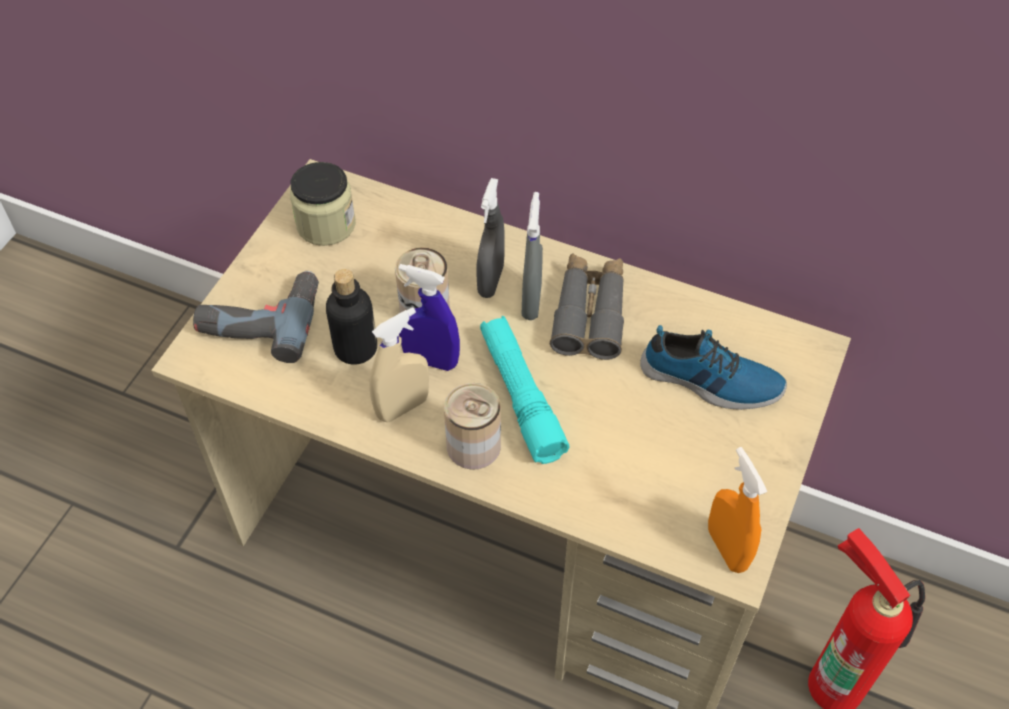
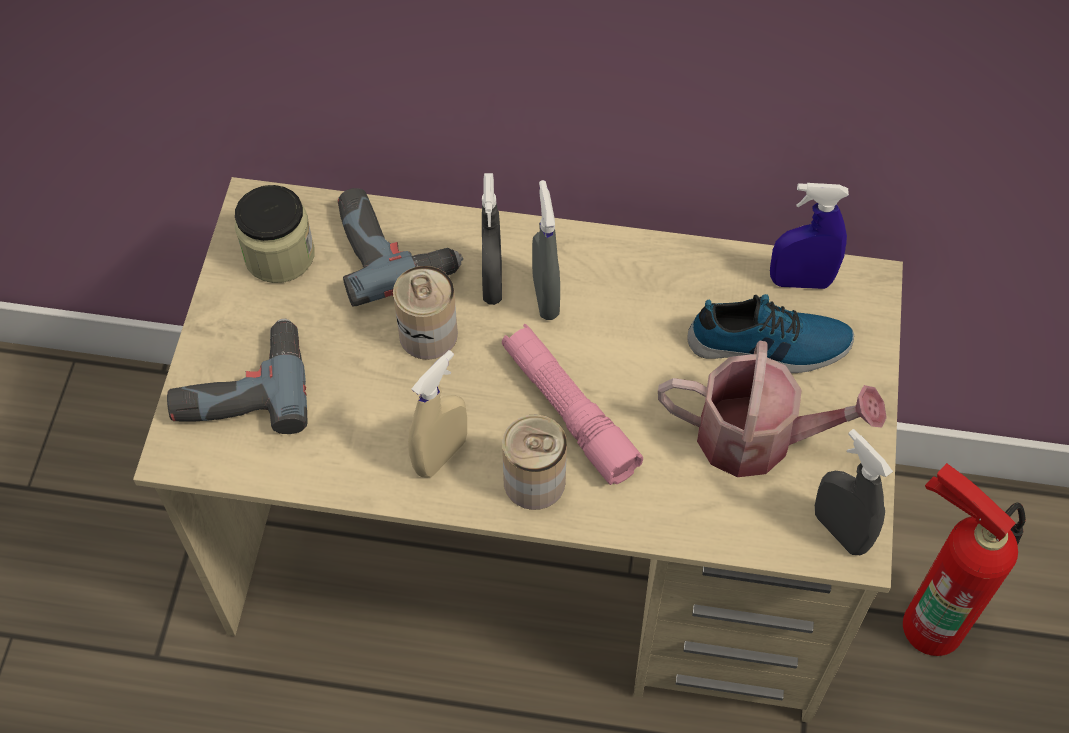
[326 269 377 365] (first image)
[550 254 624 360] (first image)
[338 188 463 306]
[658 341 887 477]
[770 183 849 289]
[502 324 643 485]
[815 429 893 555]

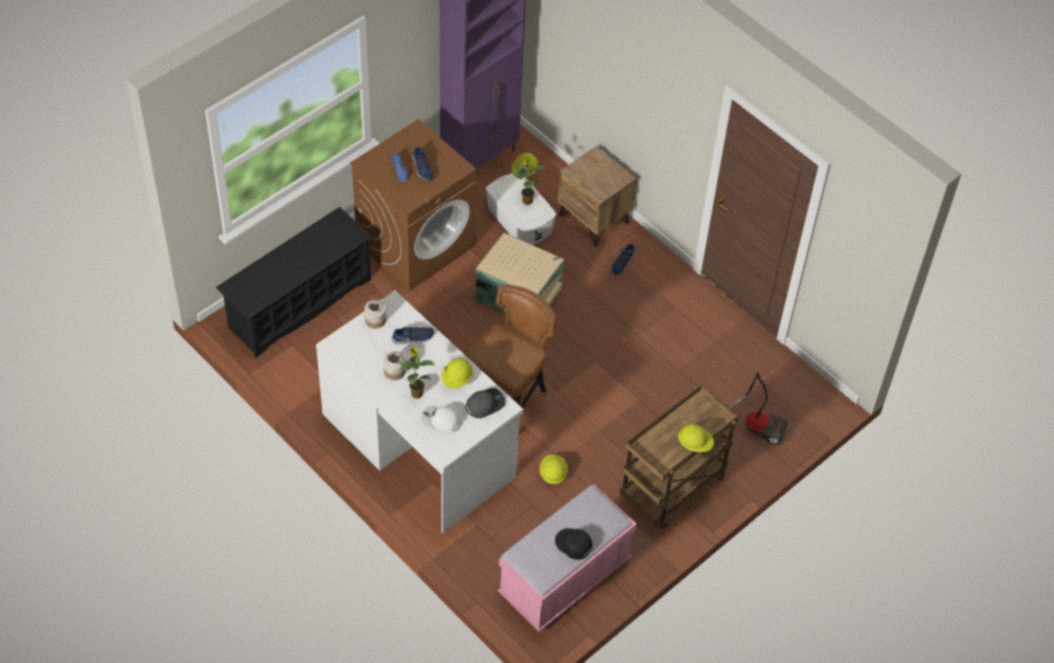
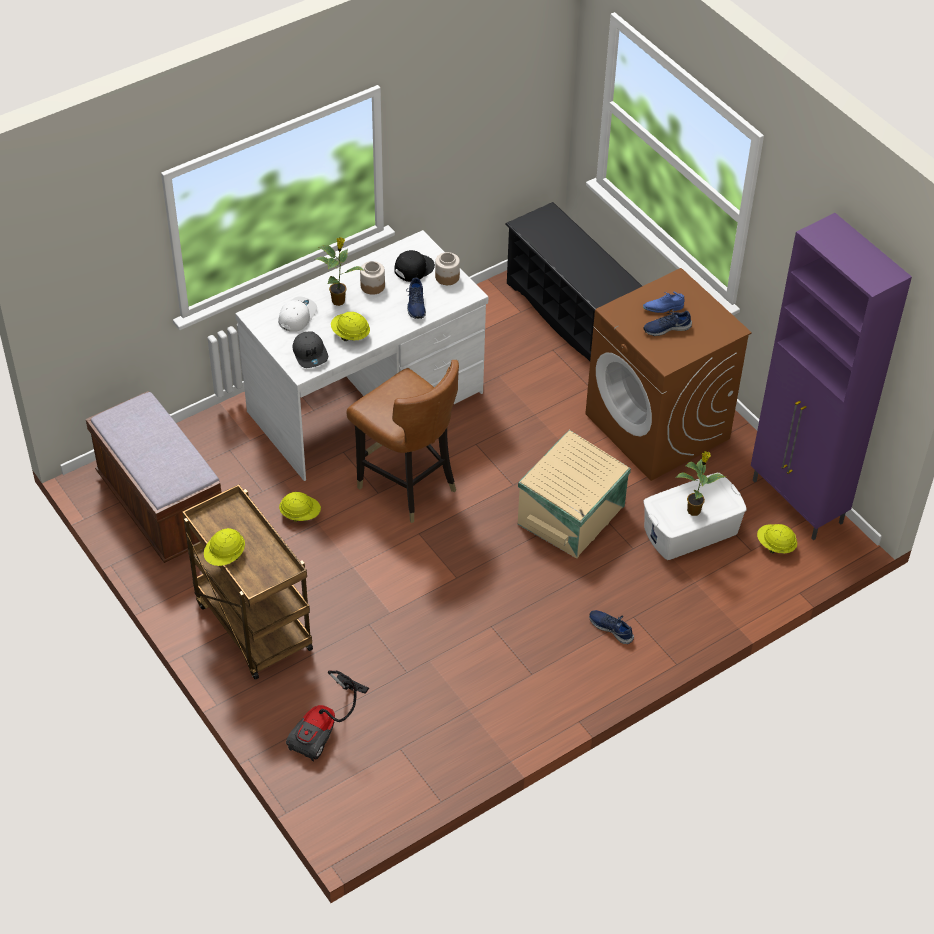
[558 146 637 246] (first image)
[394 250 435 282]
[86 391 222 563]

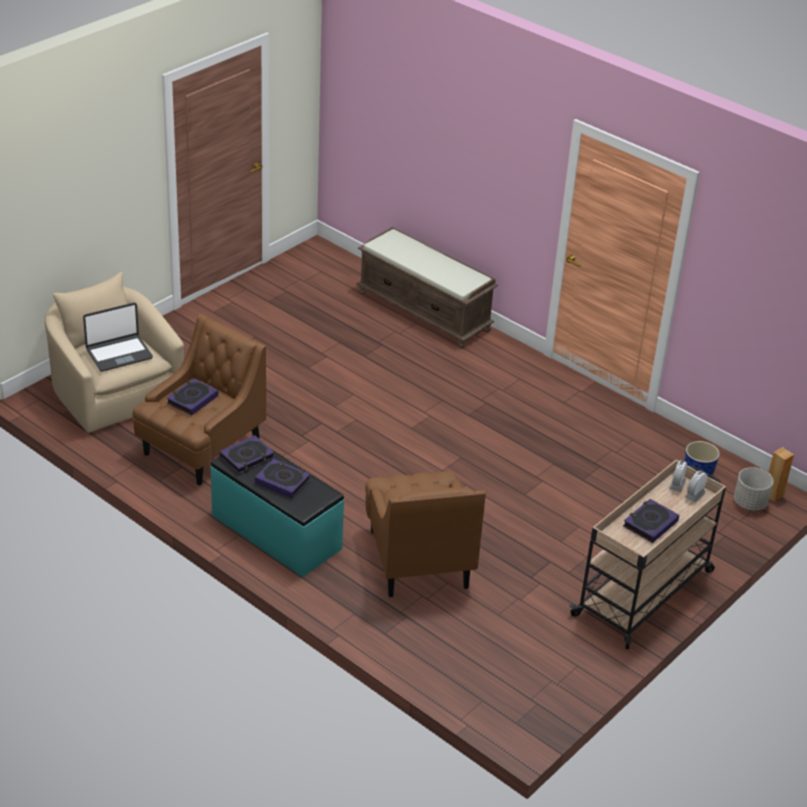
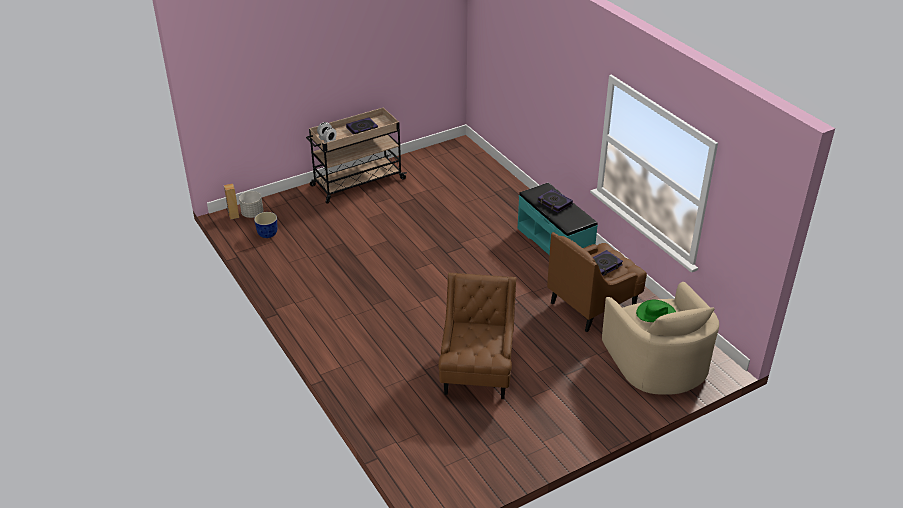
[219 435 275 474] (first image)
[357 227 498 348] (first image)
[438 273 516 399]
[636 300 676 322]

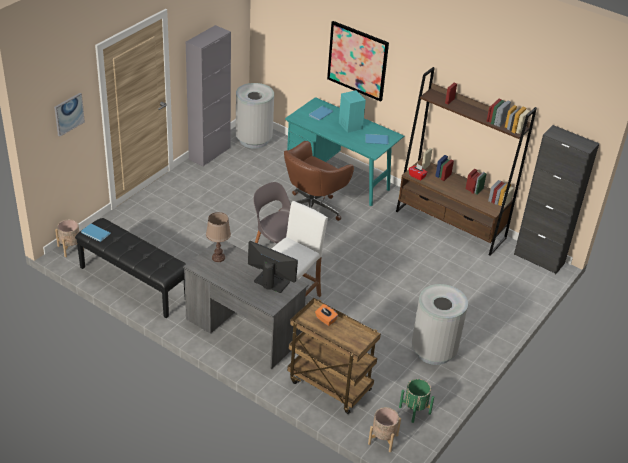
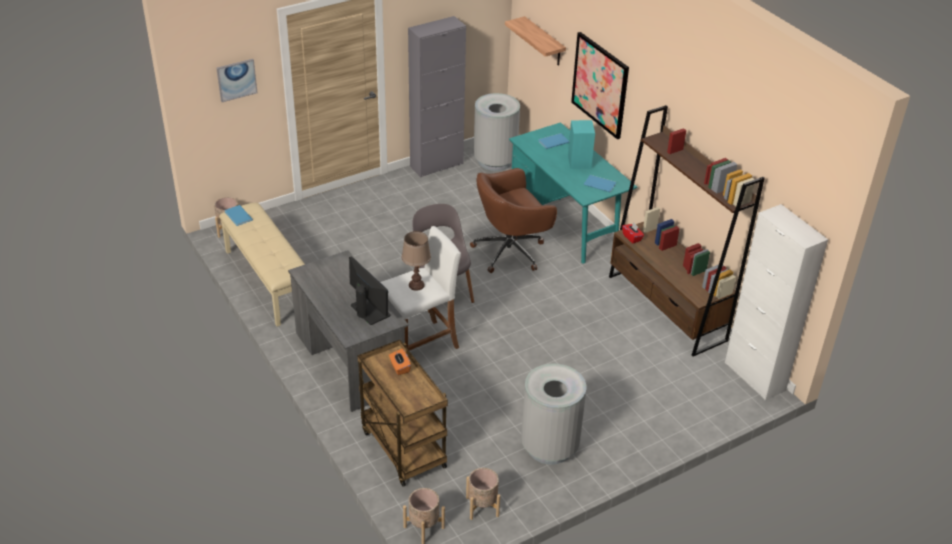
[505 16 566 65]
[402 231 431 291]
[219 203 305 327]
[466 468 500 520]
[725 204 828 401]

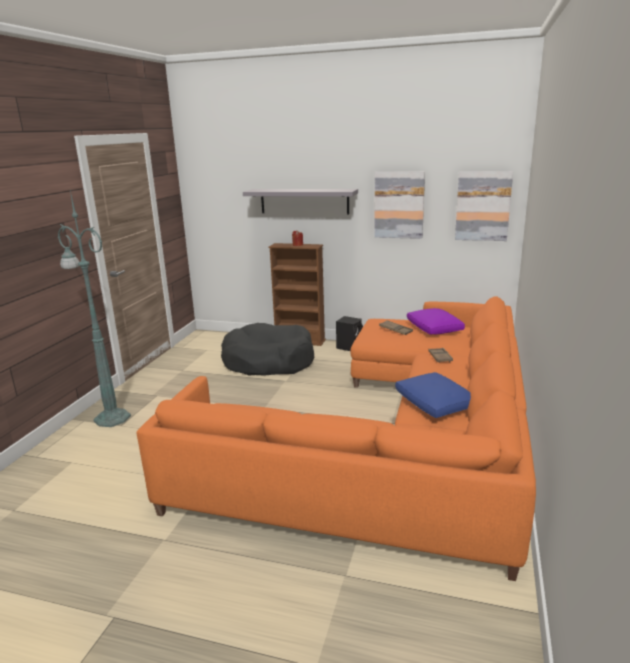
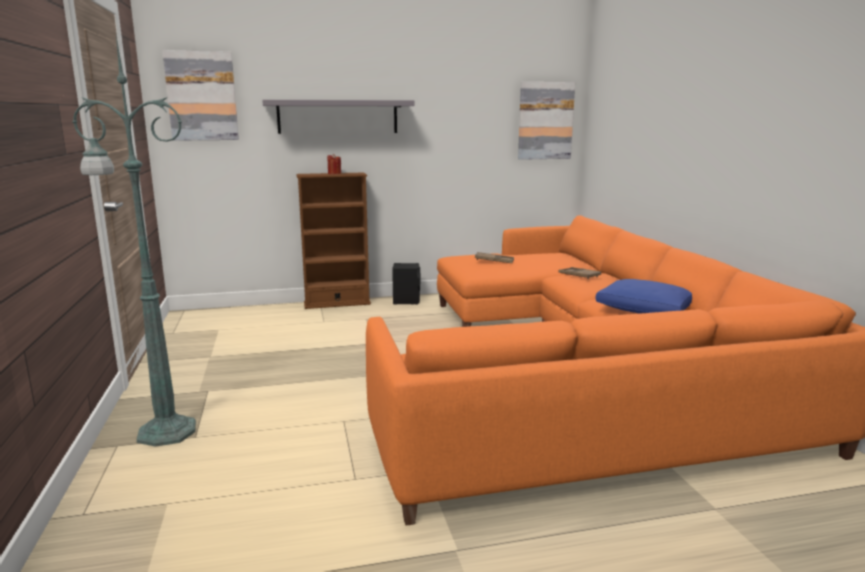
[221 323 314 376] (first image)
[407 308 465 334] (first image)
[163 50 239 141]

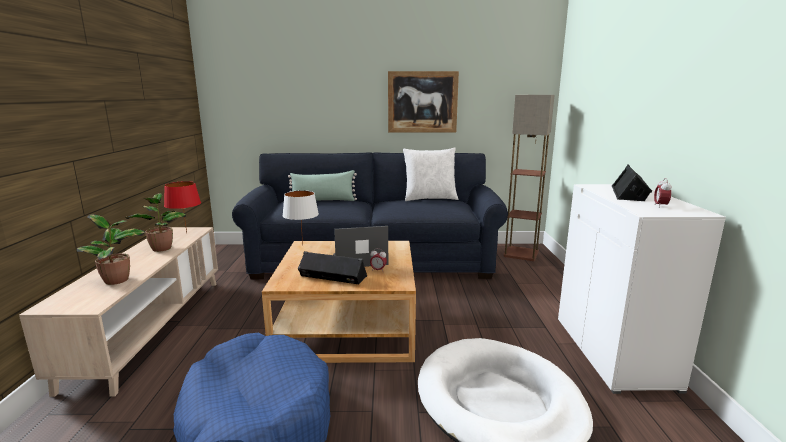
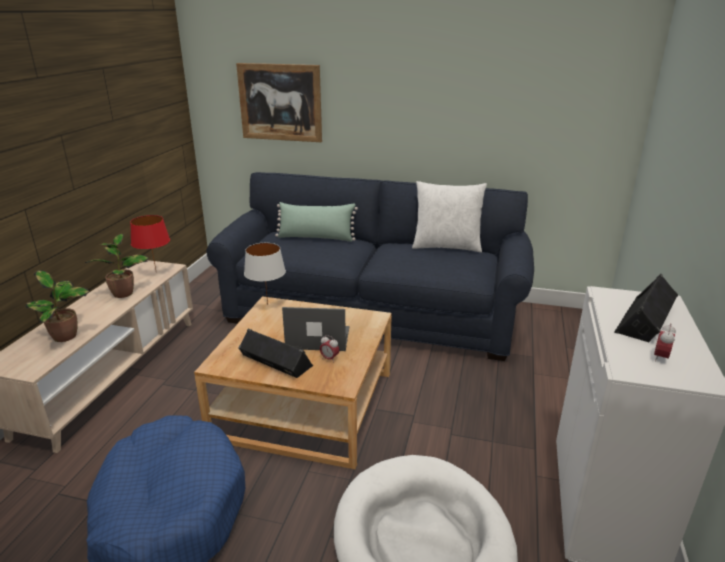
[503 95 554 261] (first image)
[236 63 322 142]

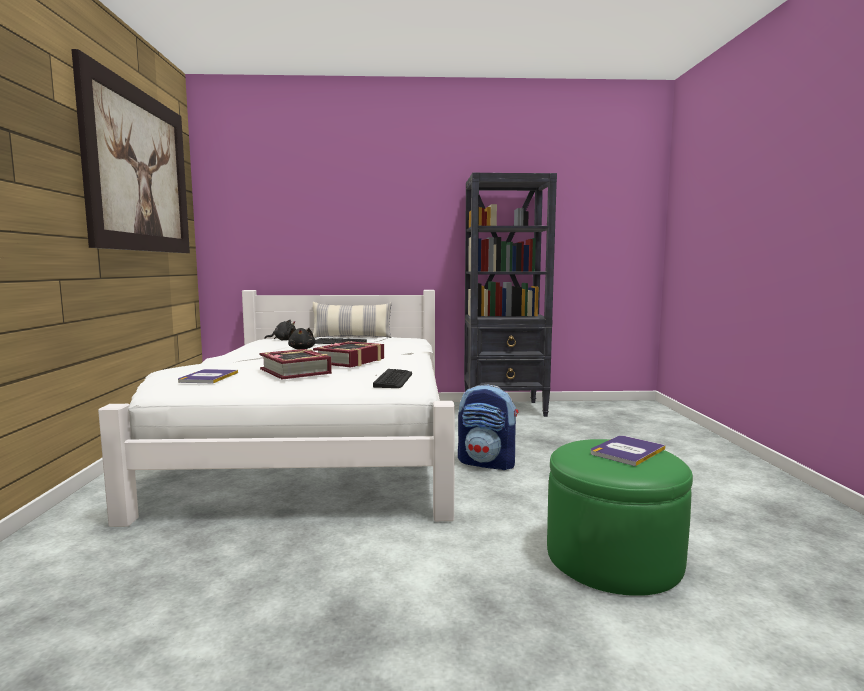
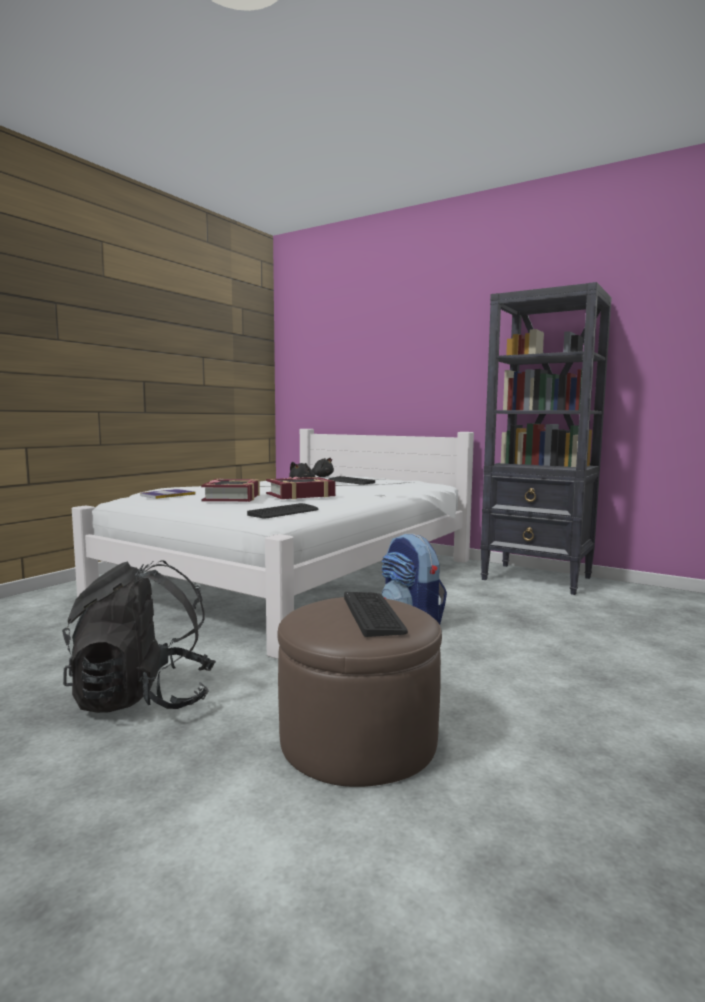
[71 49 190 253] (first image)
[313 302 392 338] (first image)
[62 560 216 713]
[344 592 408 637]
[278 597 442 787]

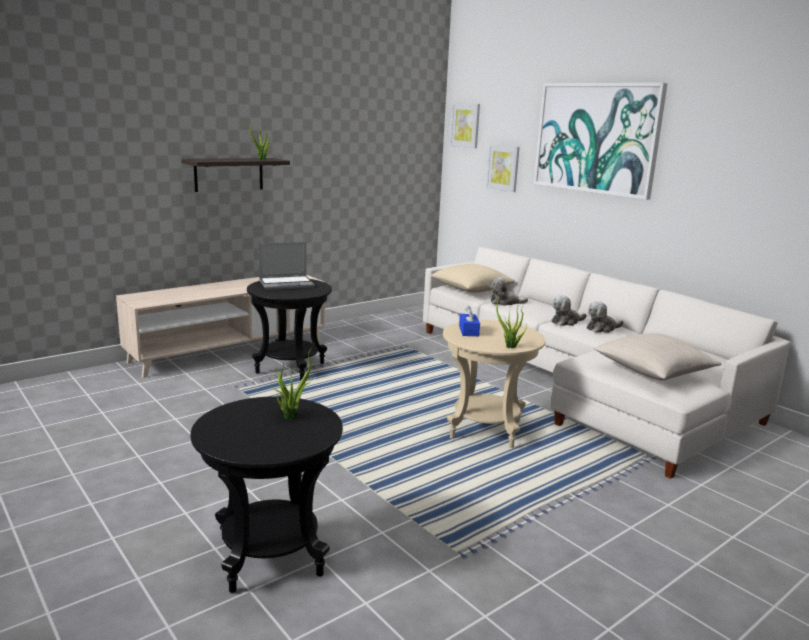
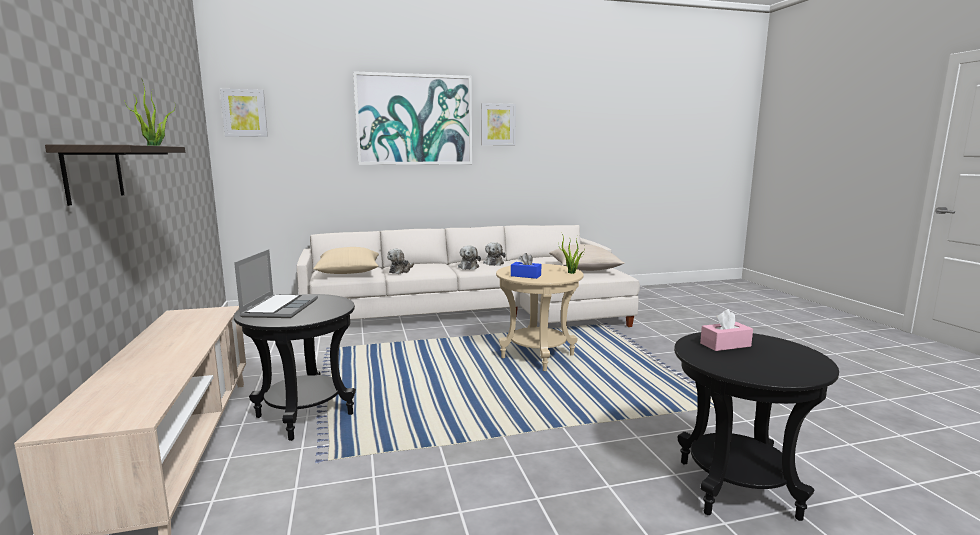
[481 103 516 145]
[700 309 753 351]

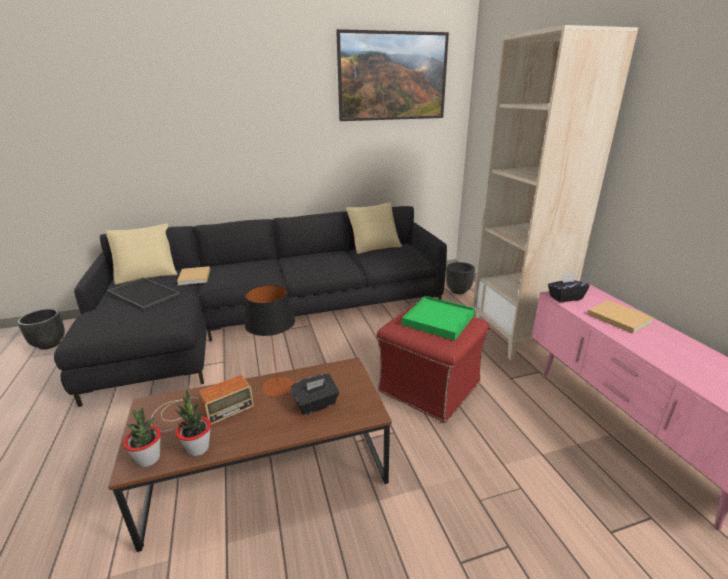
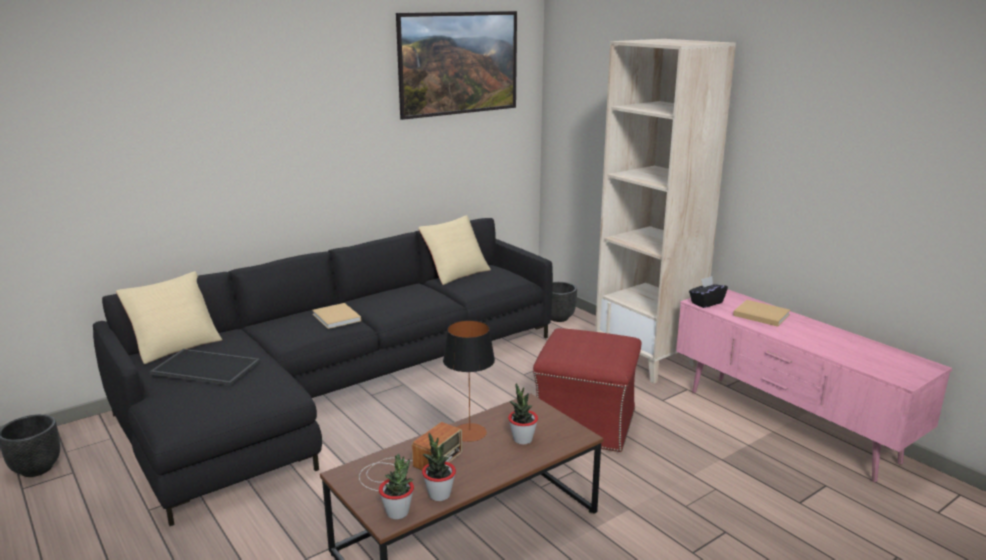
[402 296 475 341] (first image)
[312 303 361 329]
[508 383 538 445]

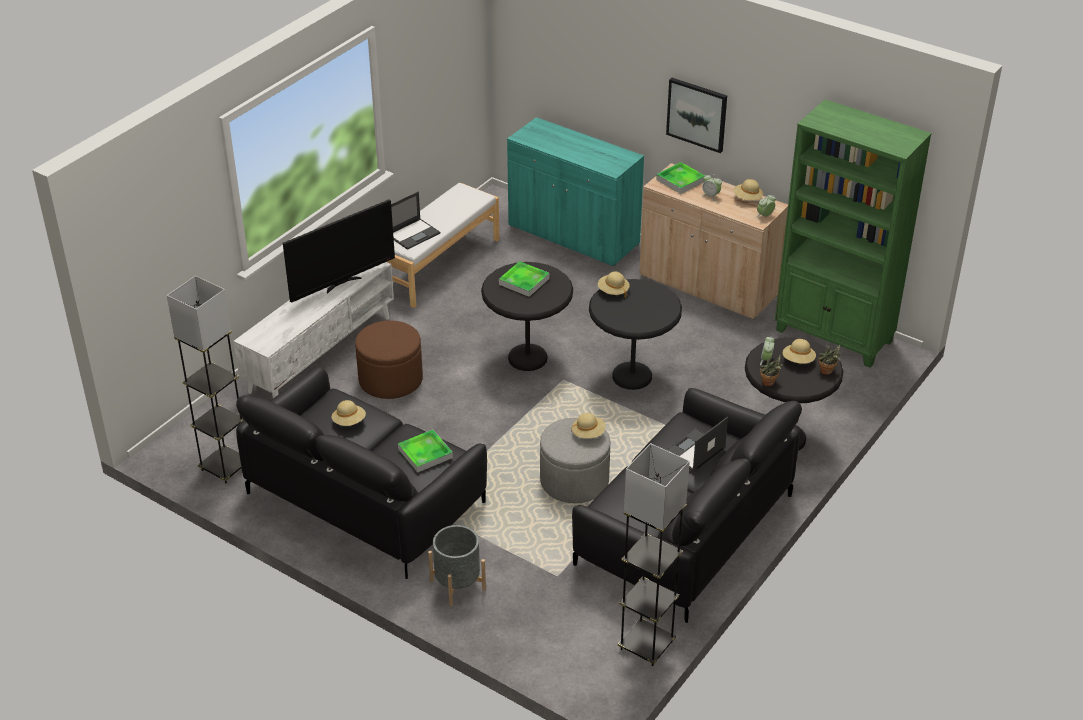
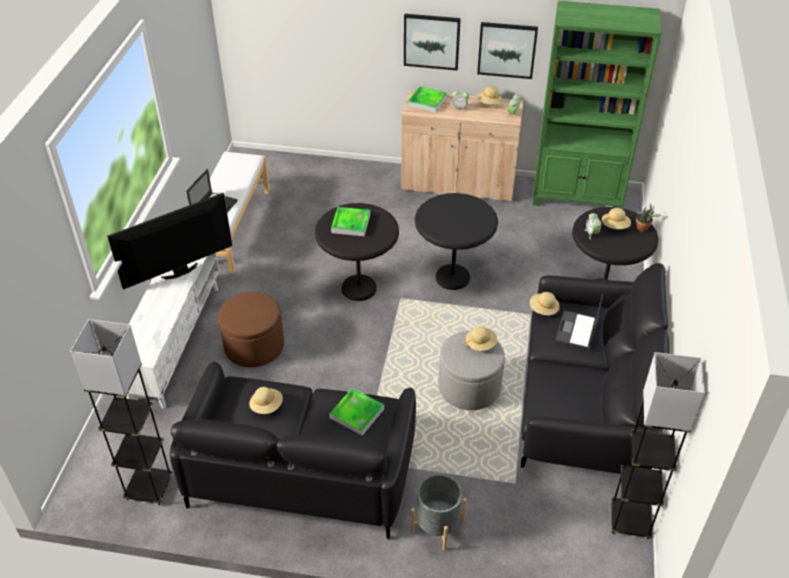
[507 117 644 267] (first image)
[760 355 783 386] (first image)
[477 22 538 79]
[530 292 560 315]
[107 193 232 290]

